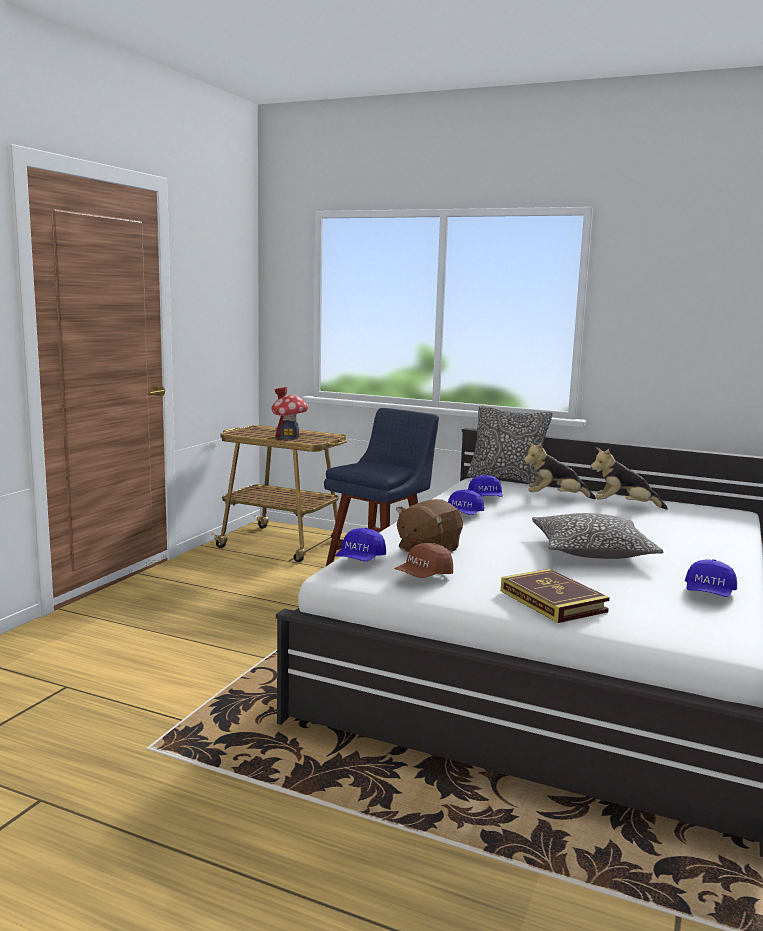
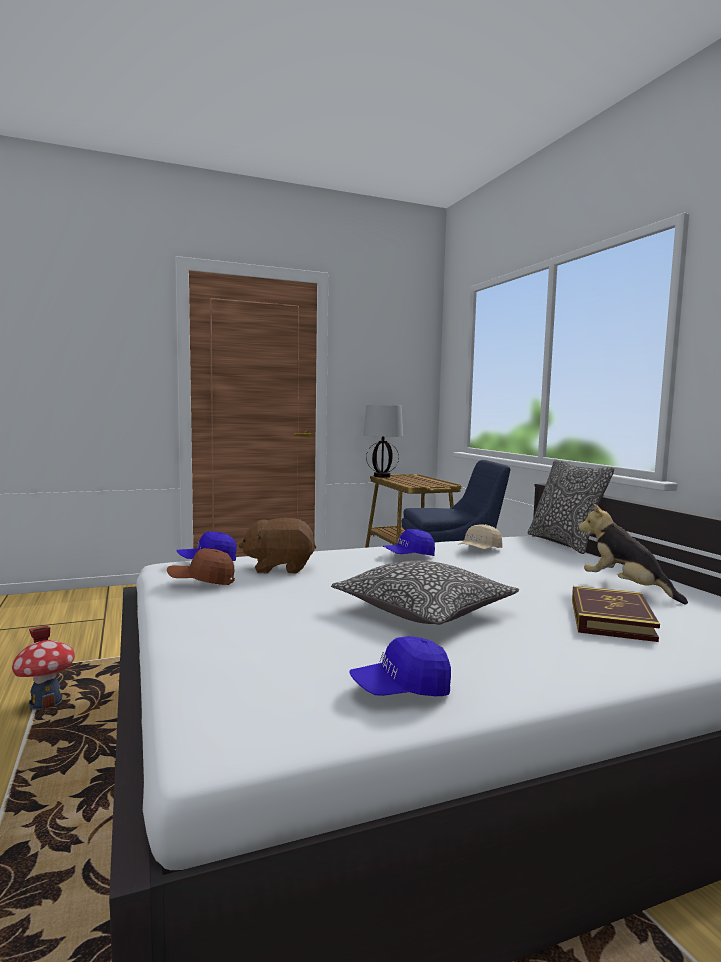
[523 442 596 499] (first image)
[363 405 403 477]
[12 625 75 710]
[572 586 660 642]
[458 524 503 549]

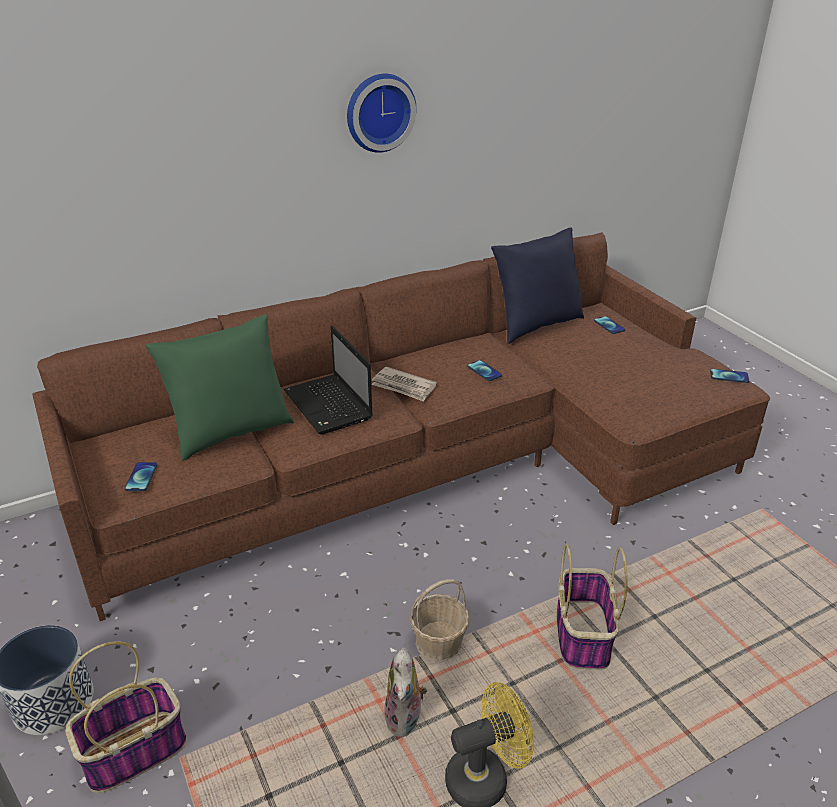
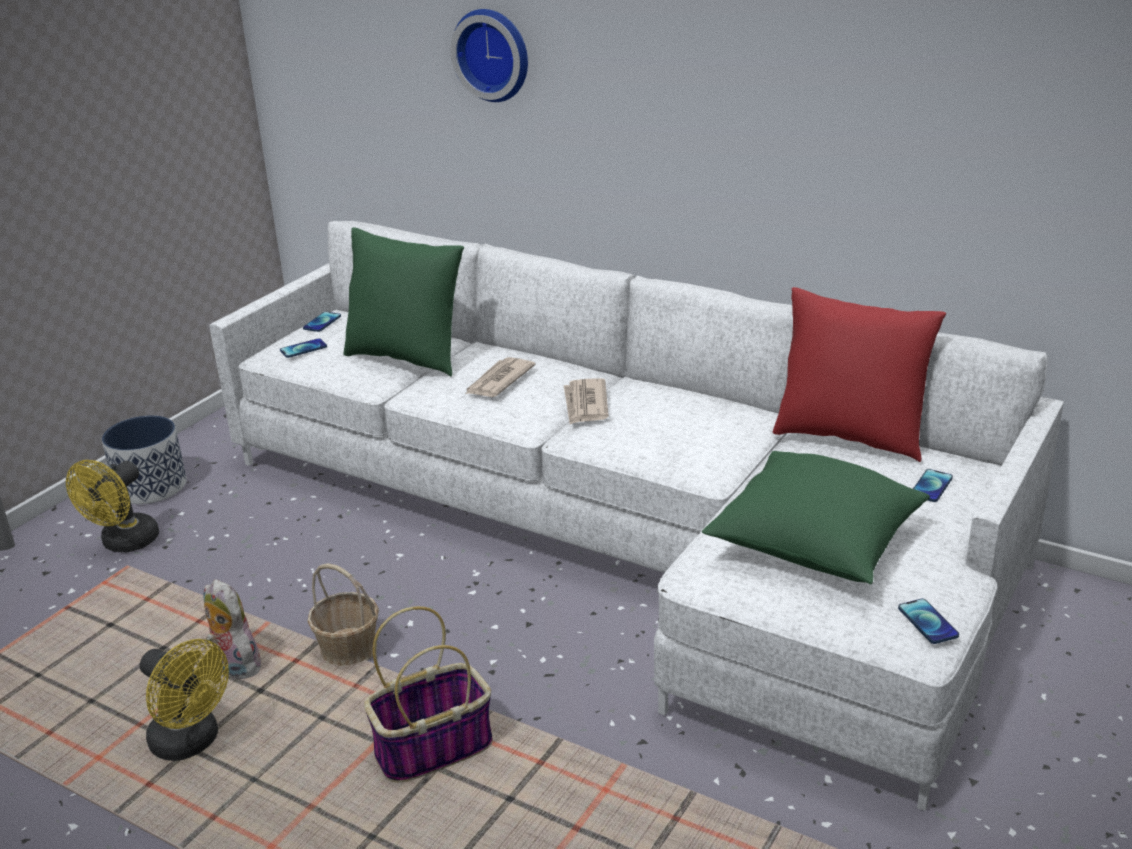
[702 451 930 584]
[451 9 528 102]
[303 312 341 332]
[66 460 159 552]
[465 357 536 397]
[209 221 1064 811]
[773 287 946 462]
[204 579 261 679]

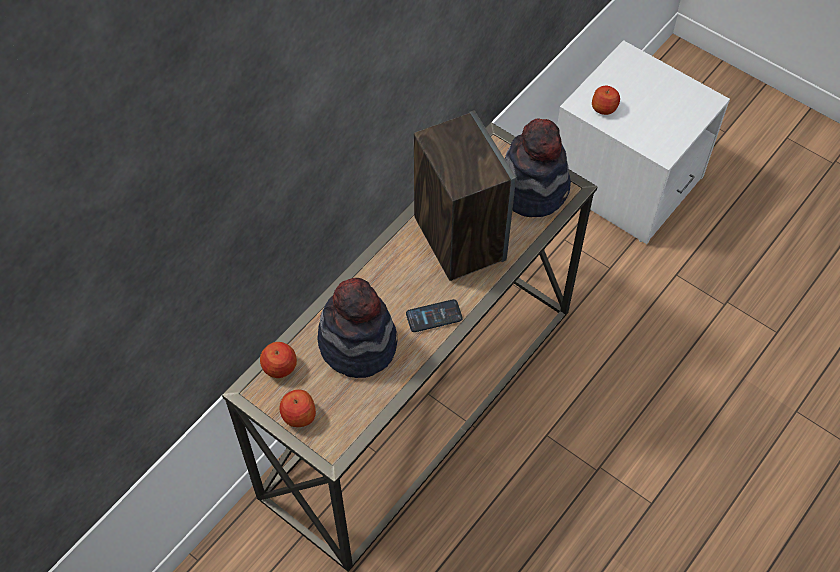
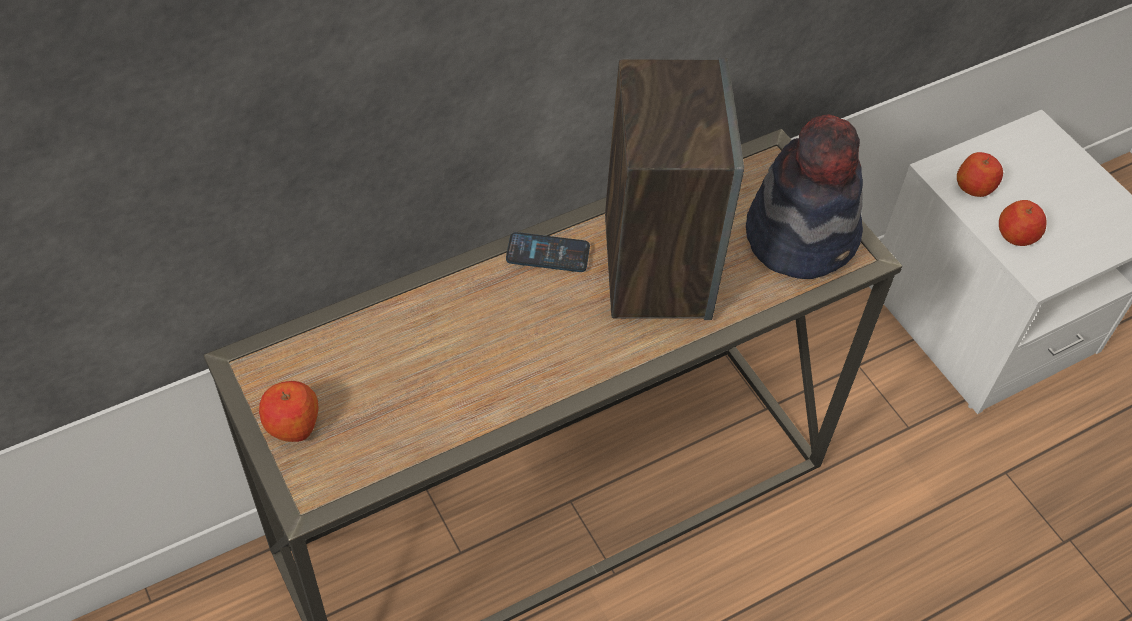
[317 278 398 378] (first image)
[999 200 1047 246]
[506 232 590 272]

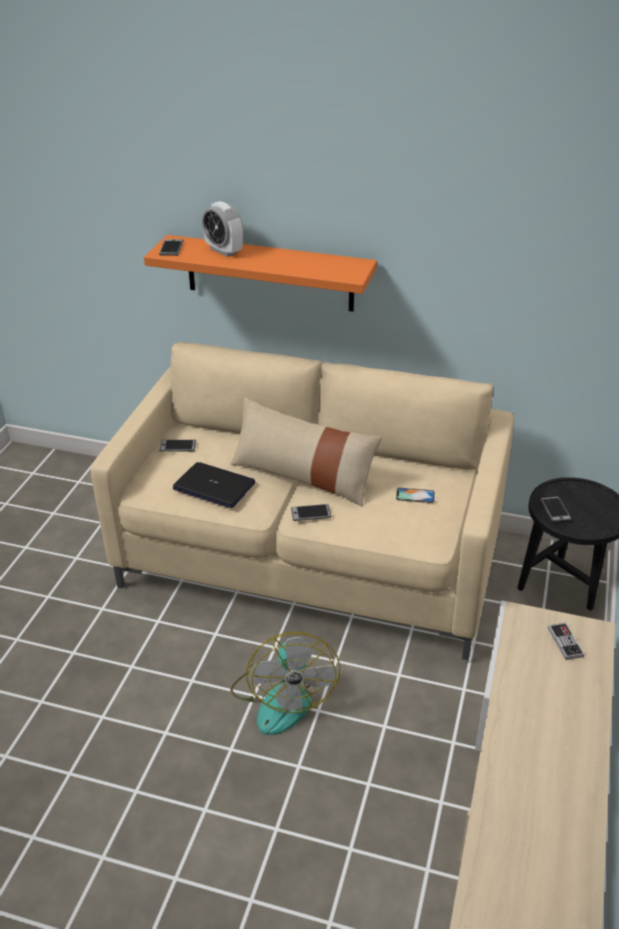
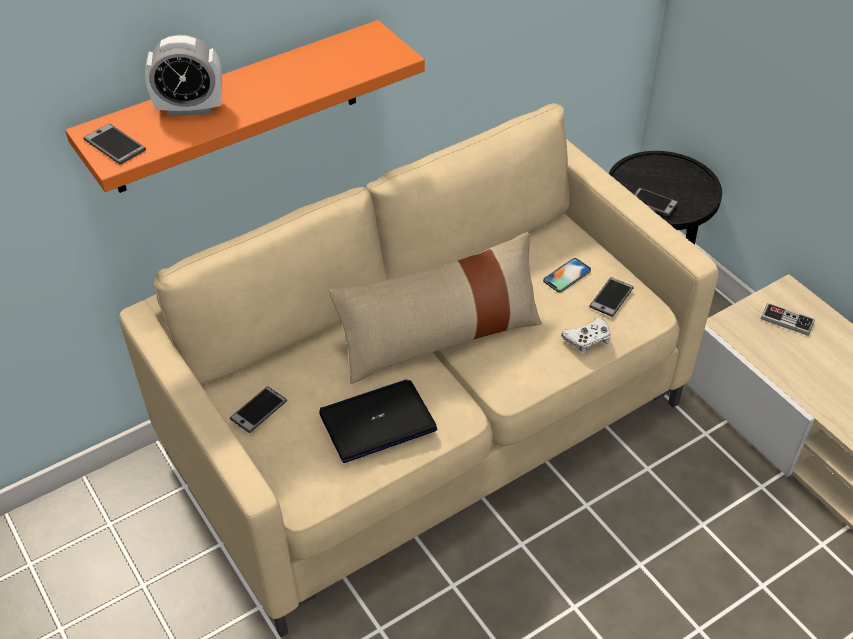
[231 632 340 735] (first image)
[561 317 611 353]
[589 277 634 317]

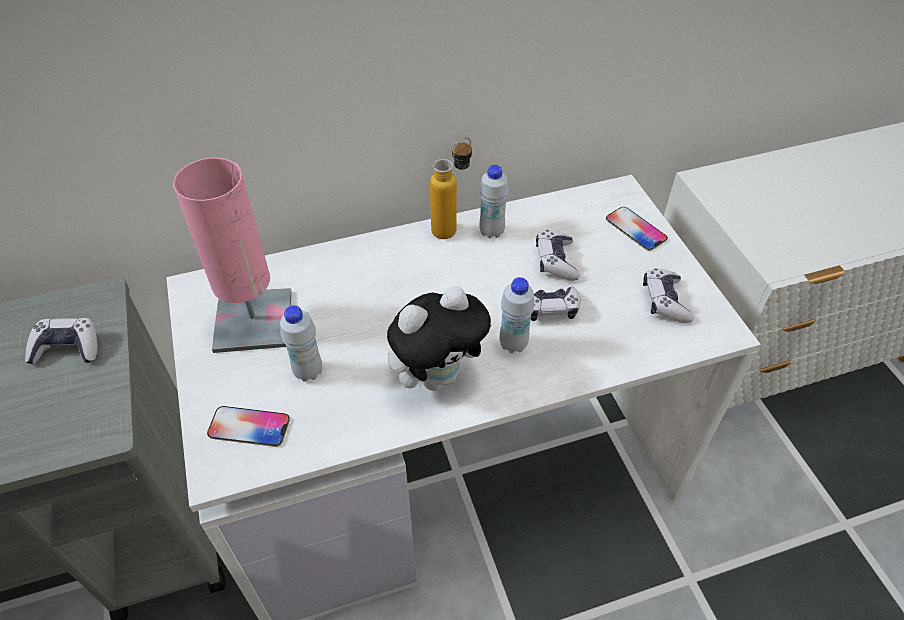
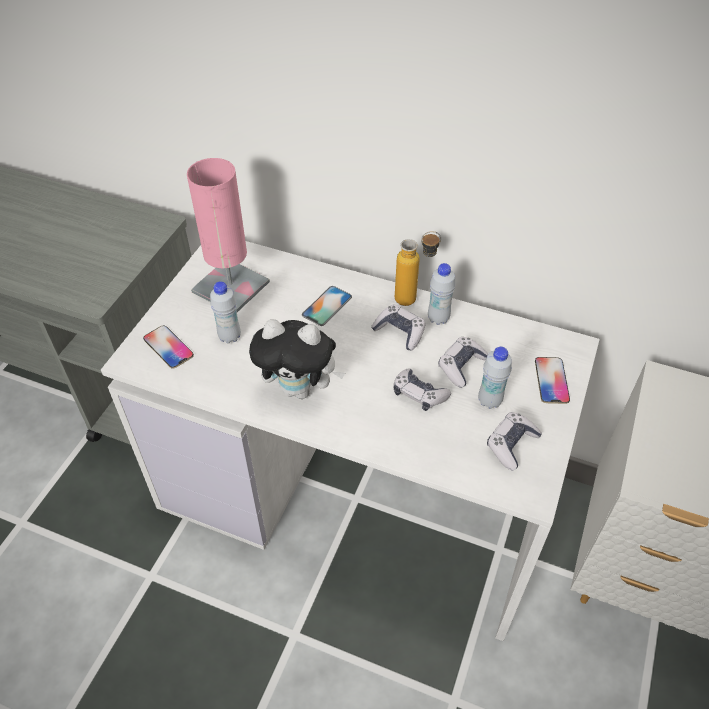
[301 286 352 326]
[371 304 426 350]
[478 347 512 409]

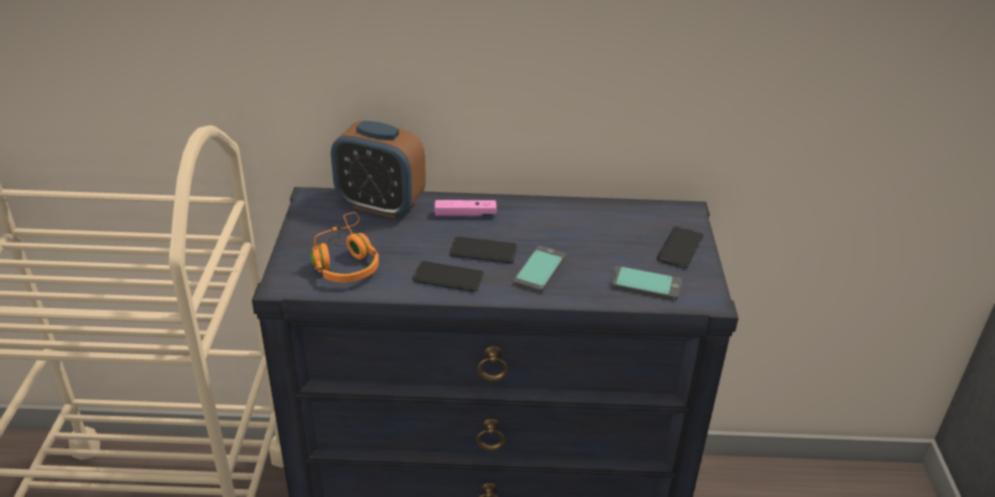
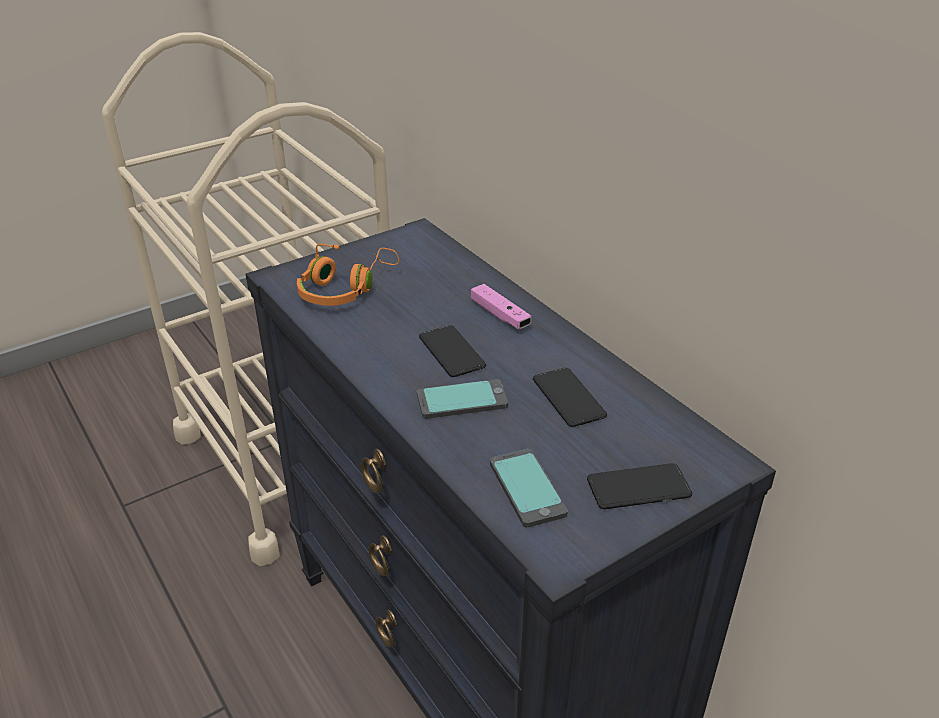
[331 121 426 218] (first image)
[533 368 607 427]

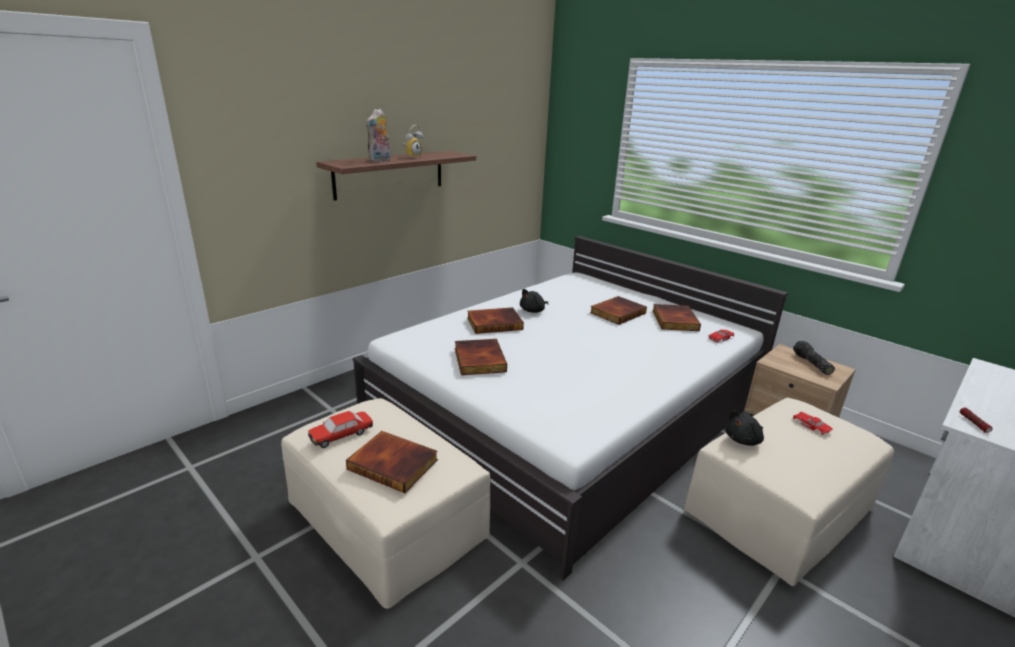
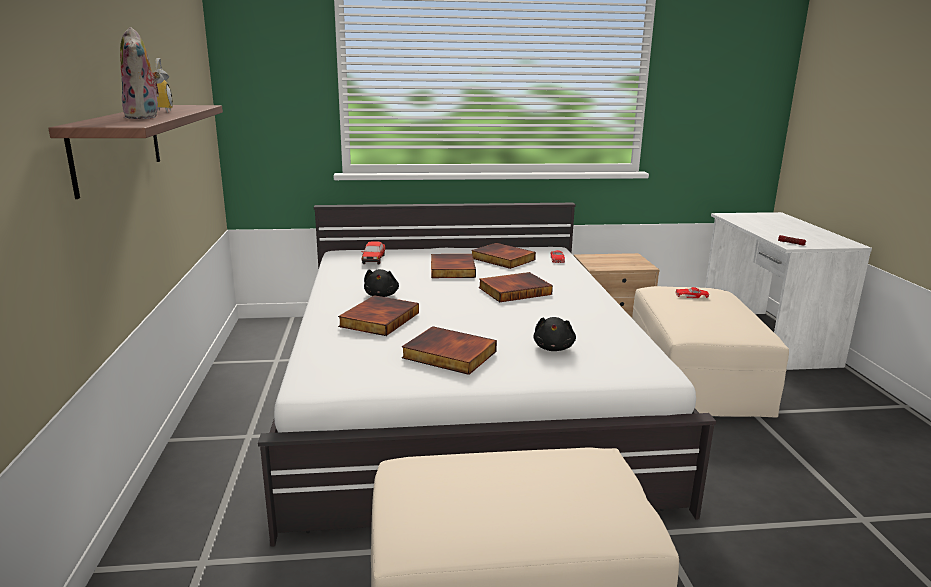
[793 340 835 375] (first image)
[361 241 385 265]
[479 272 553 302]
[533 317 576 351]

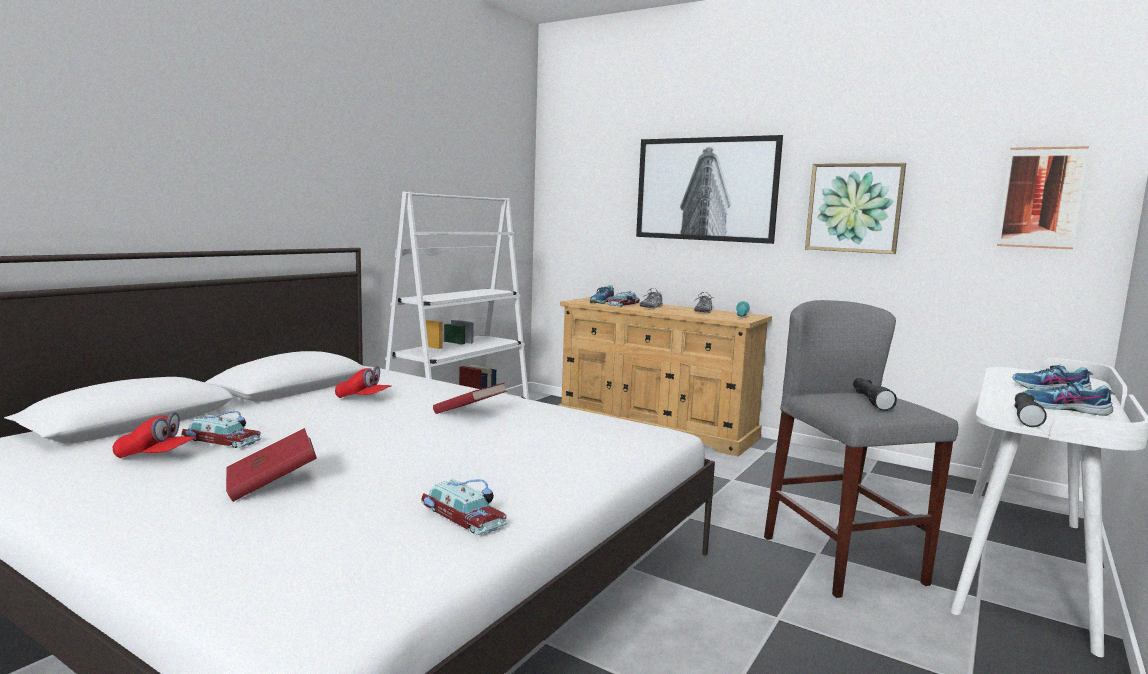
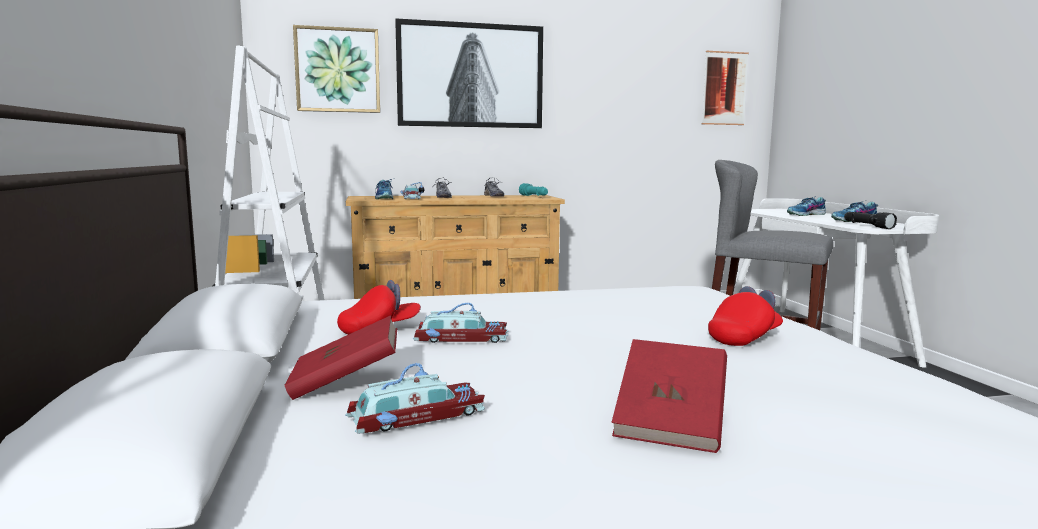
[853 378 897 411] (first image)
[708 286 783 346]
[413 303 508 343]
[285 315 397 400]
[293 25 380 113]

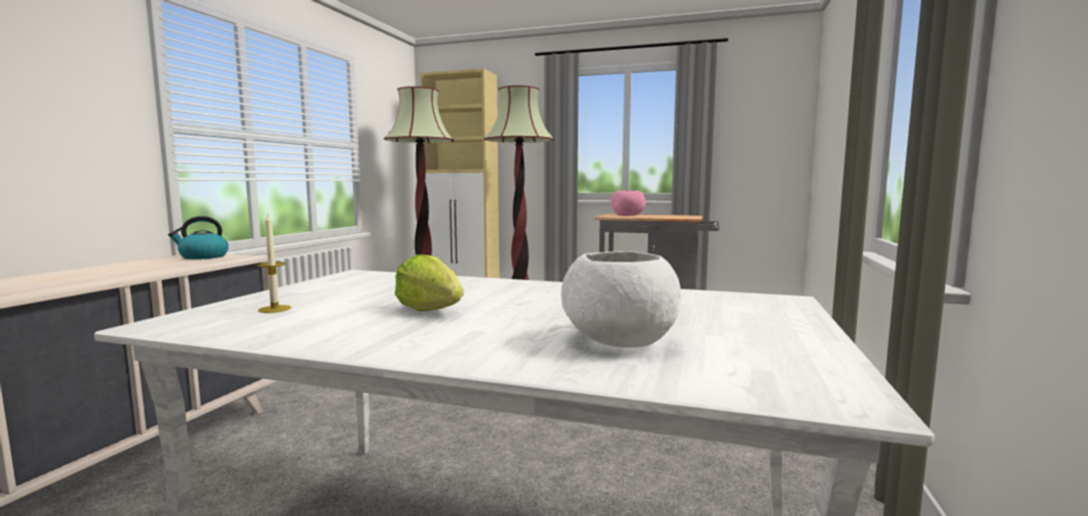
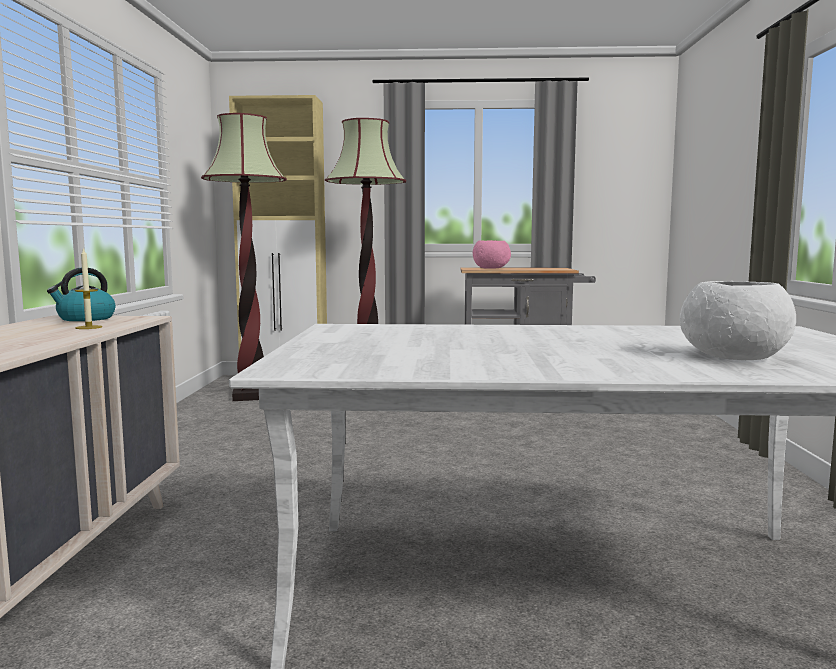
[395 254 463 311] (first image)
[75 248 102 329]

